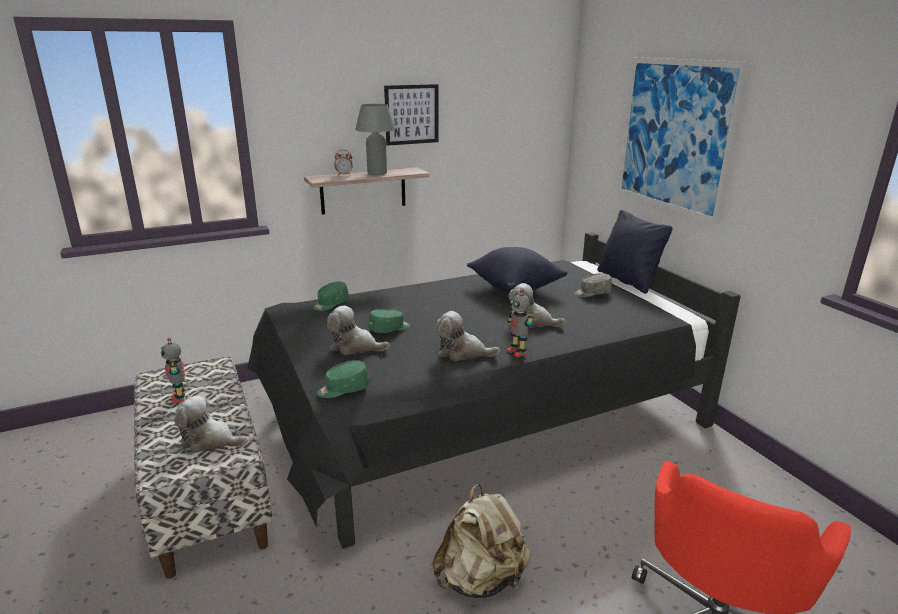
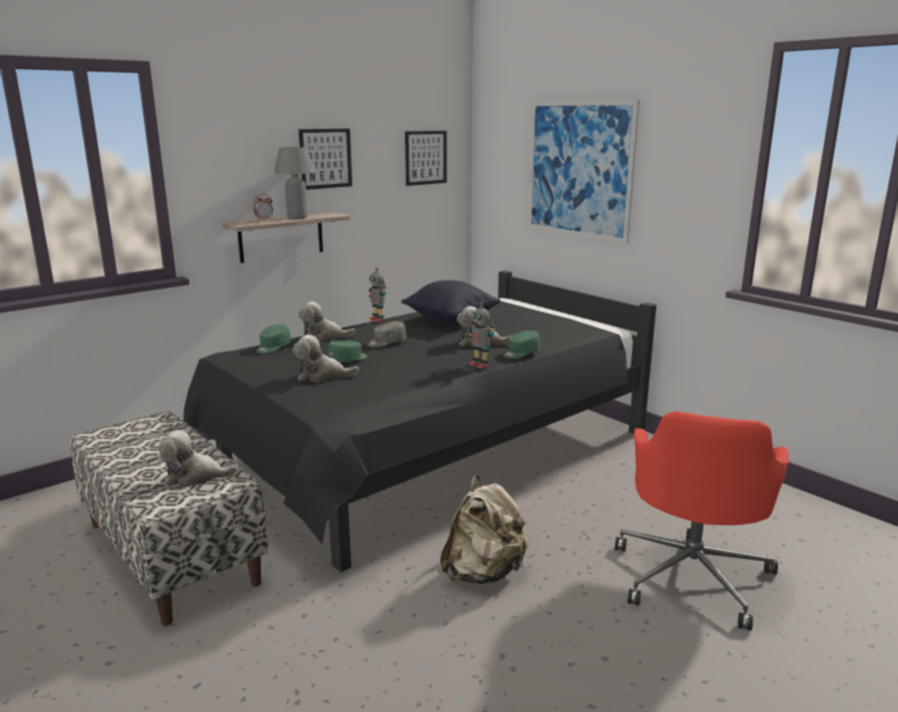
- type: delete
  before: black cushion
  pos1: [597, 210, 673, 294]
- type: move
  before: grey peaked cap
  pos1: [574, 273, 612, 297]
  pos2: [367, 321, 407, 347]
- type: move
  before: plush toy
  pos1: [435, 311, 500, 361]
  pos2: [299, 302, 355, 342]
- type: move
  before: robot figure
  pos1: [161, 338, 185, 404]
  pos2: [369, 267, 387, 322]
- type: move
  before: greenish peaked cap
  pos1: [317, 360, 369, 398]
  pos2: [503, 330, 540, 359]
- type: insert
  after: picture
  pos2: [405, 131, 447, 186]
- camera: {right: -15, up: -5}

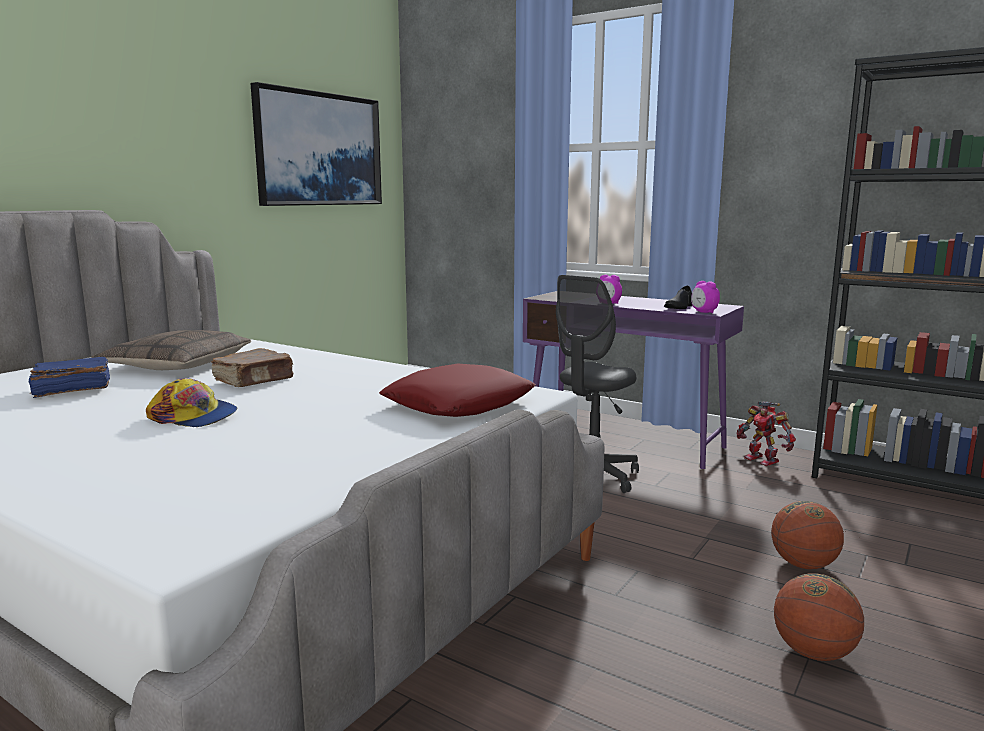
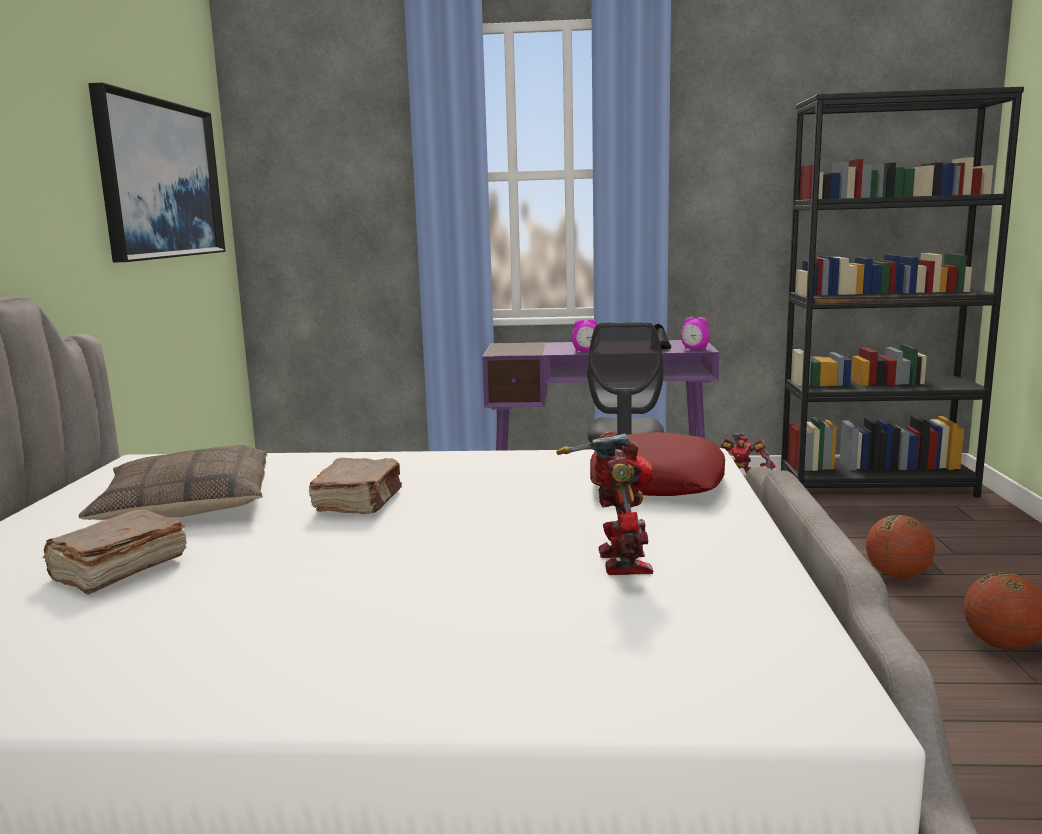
- type: recolor
  before: blue-coloured volume
  after: brown-coloured volume
  pos1: [29, 357, 110, 398]
  pos2: [43, 509, 187, 595]
- type: delete
  before: peaked cap
  pos1: [146, 378, 238, 427]
- type: insert
  after: robot figure
  pos2: [556, 431, 653, 575]
- camera: {right: -30, up: 0}

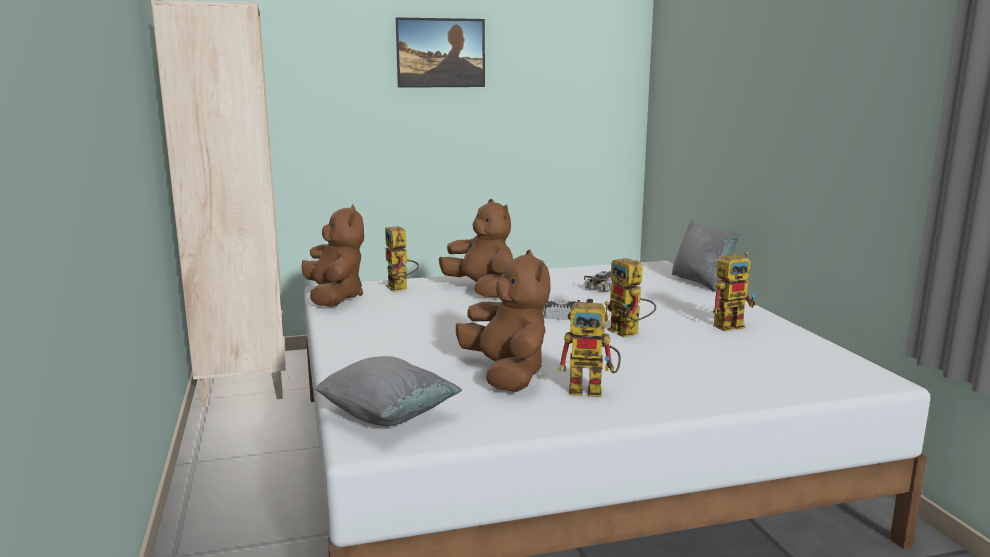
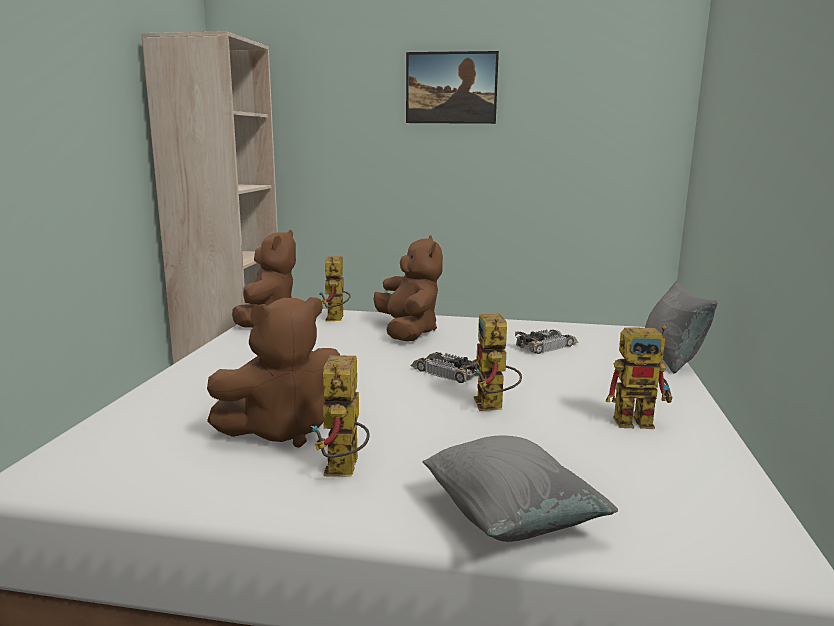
- type: rotate
  before: brown-coloured plush toy
  pos1: [456, 250, 551, 392]
  pos2: [207, 297, 340, 448]
  turn: 60
- type: rotate
  before: robot figure
  pos1: [558, 301, 621, 397]
  pos2: [311, 355, 370, 476]
  turn: 60
- type: move
  before: grey cushion
  pos1: [313, 356, 462, 426]
  pos2: [422, 435, 618, 542]
- camera: {right: 25, up: 0}

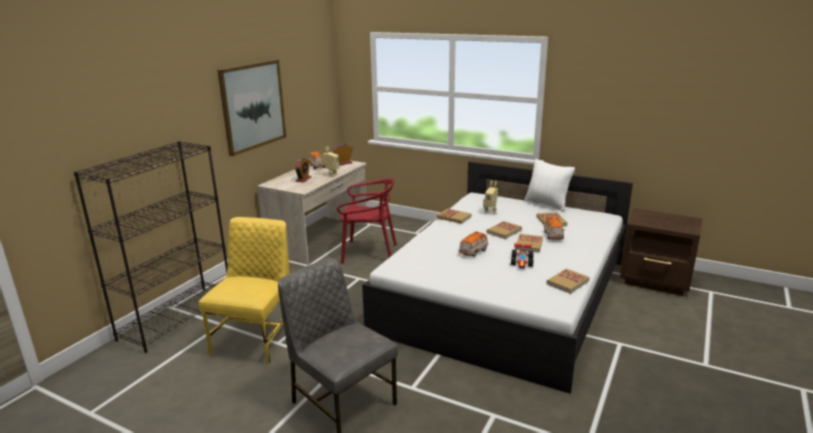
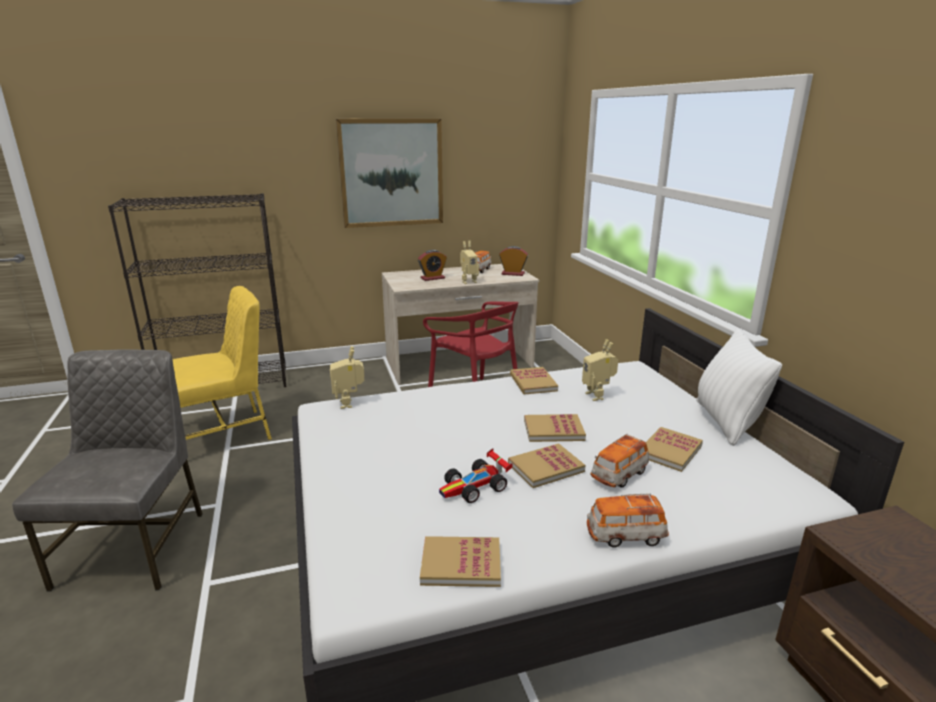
- type: move
  before: toy car
  pos1: [459, 231, 488, 257]
  pos2: [587, 493, 669, 548]
- type: insert
  after: robot figure
  pos2: [330, 346, 364, 409]
- camera: {right: 45, up: 0}

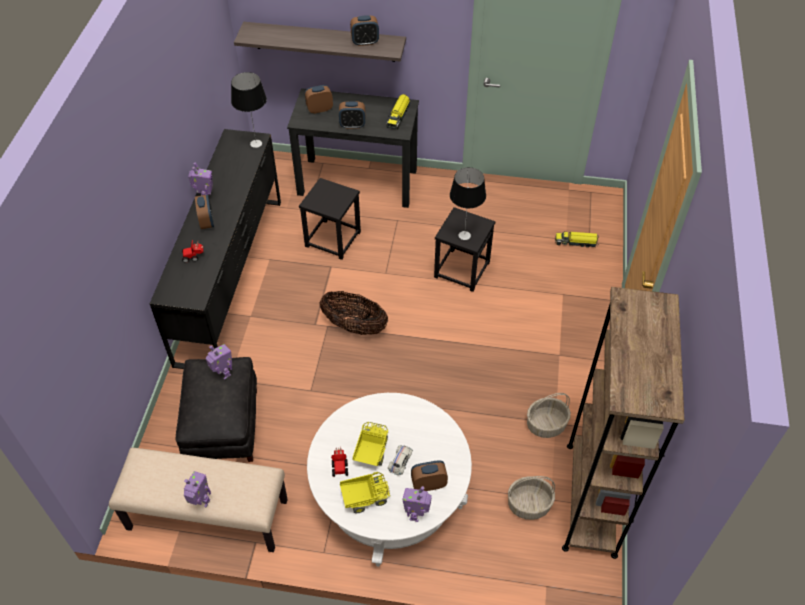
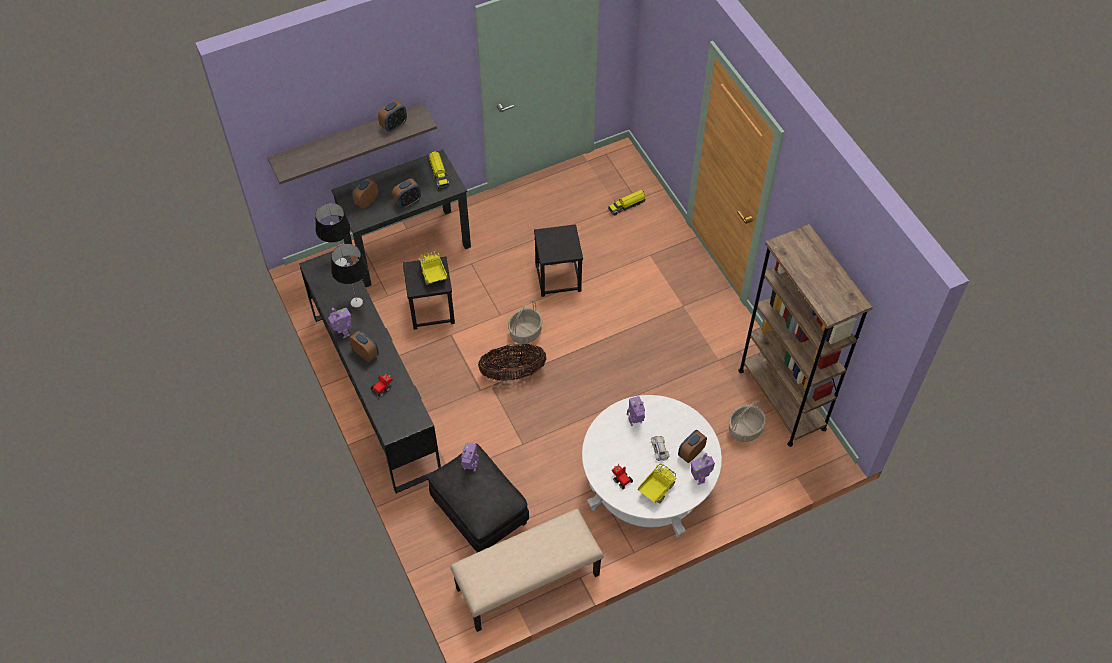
- type: move
  before: table lamp
  pos1: [450, 167, 486, 240]
  pos2: [331, 244, 367, 307]
- type: move
  before: household basket
  pos1: [527, 393, 571, 438]
  pos2: [508, 300, 543, 344]
- type: move
  before: model truck
  pos1: [353, 422, 388, 466]
  pos2: [419, 251, 447, 285]
- type: move
  before: robot figure
  pos1: [184, 471, 211, 507]
  pos2: [627, 396, 645, 426]
- camera: {right: -35, up: 5}

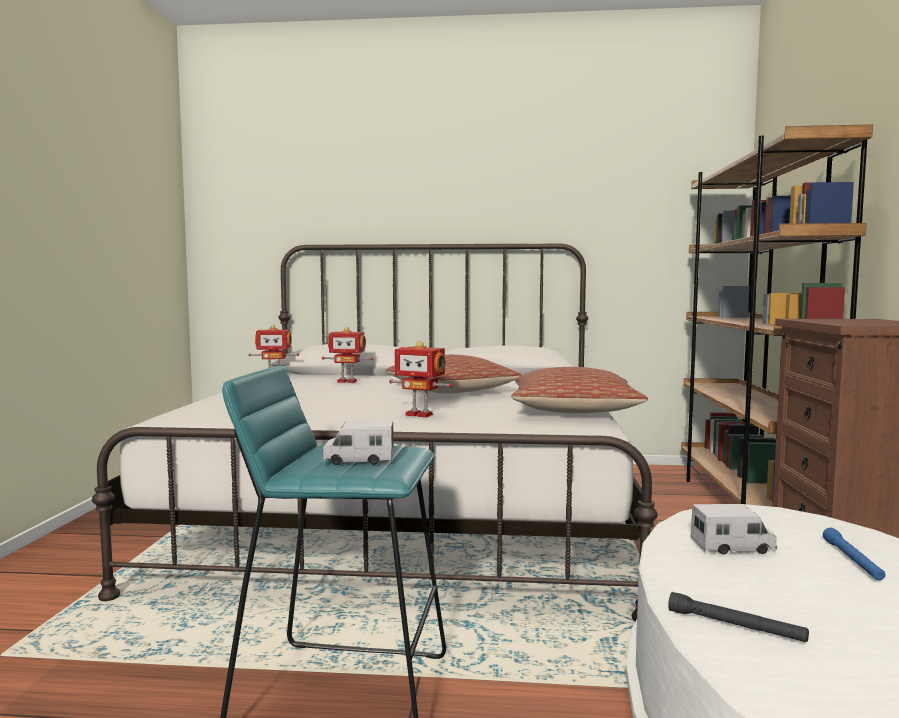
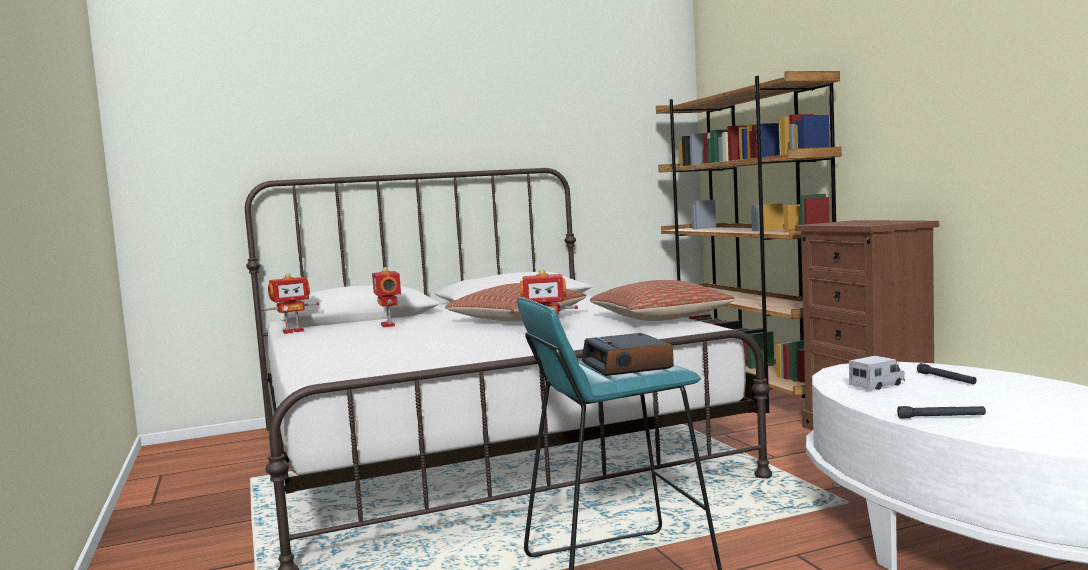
- type: rotate
  before: robot figure
  pos1: [322, 327, 373, 383]
  pos2: [372, 267, 401, 327]
  turn: 90
- type: replace
  before: model truck
  after: table clock
  pos1: [322, 421, 394, 465]
  pos2: [582, 333, 674, 376]
- type: recolor
  before: blue-coloured flashlight
  after: black flashlight
  pos1: [823, 528, 886, 580]
  pos2: [917, 363, 977, 384]
- camera: {right: -25, up: 0}

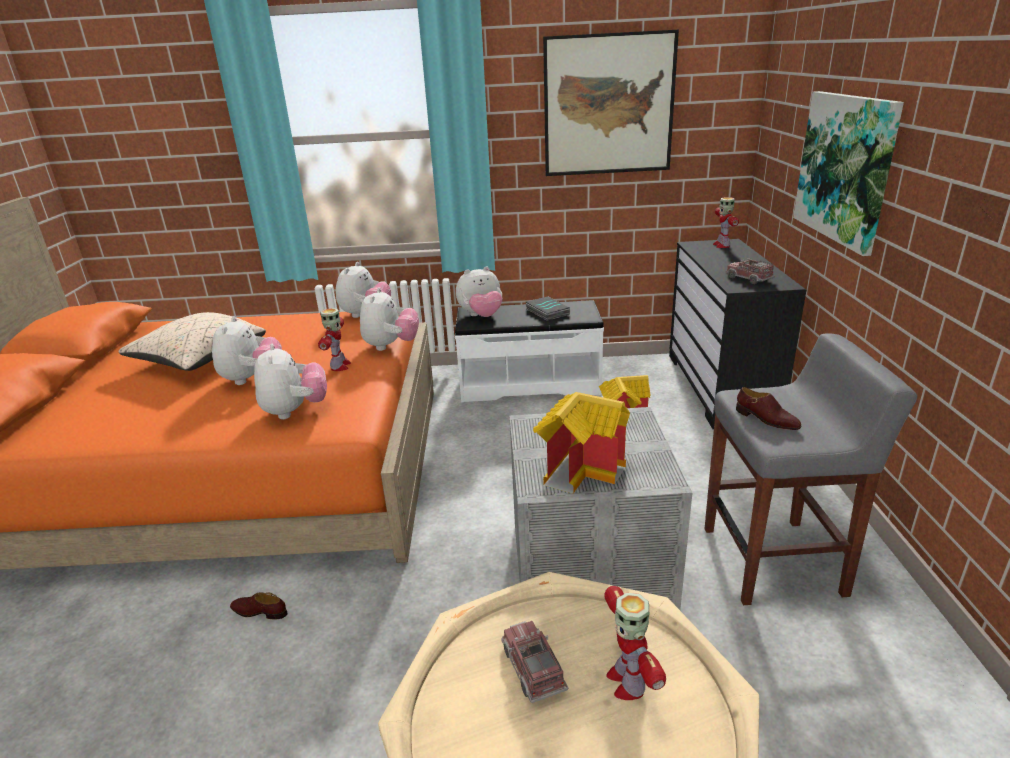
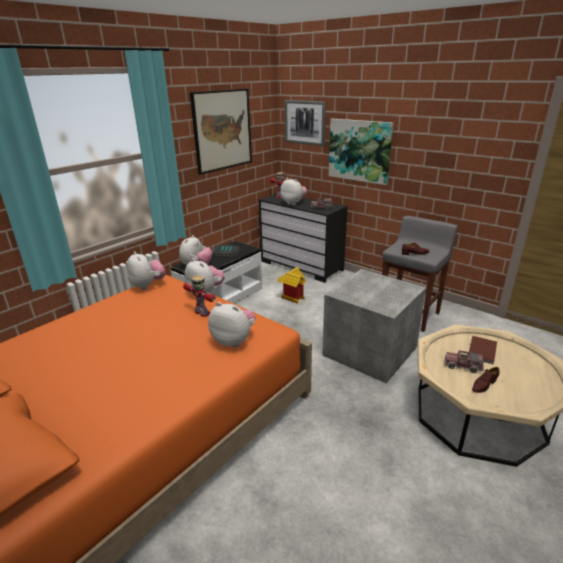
- type: delete
  before: beige cushion
  pos1: [119, 312, 266, 371]
- type: move
  before: plush toy
  pos1: [212, 316, 282, 385]
  pos2: [280, 178, 307, 205]
- type: delete
  before: toy house
  pos1: [533, 392, 630, 494]
- type: replace
  before: robot figure
  after: brown-coloured volume
  pos1: [604, 586, 666, 700]
  pos2: [469, 336, 497, 365]
- type: move
  before: brown-coloured low shoe
  pos1: [230, 592, 287, 619]
  pos2: [472, 367, 499, 393]
- type: insert
  after: picture
  pos2: [284, 100, 326, 146]
- camera: {right: -50, up: 0}

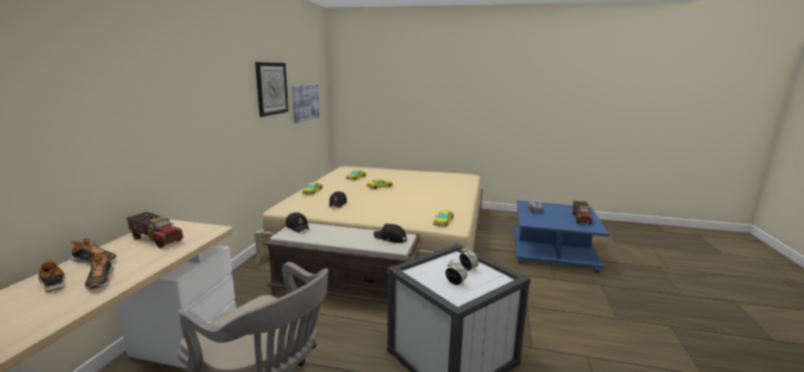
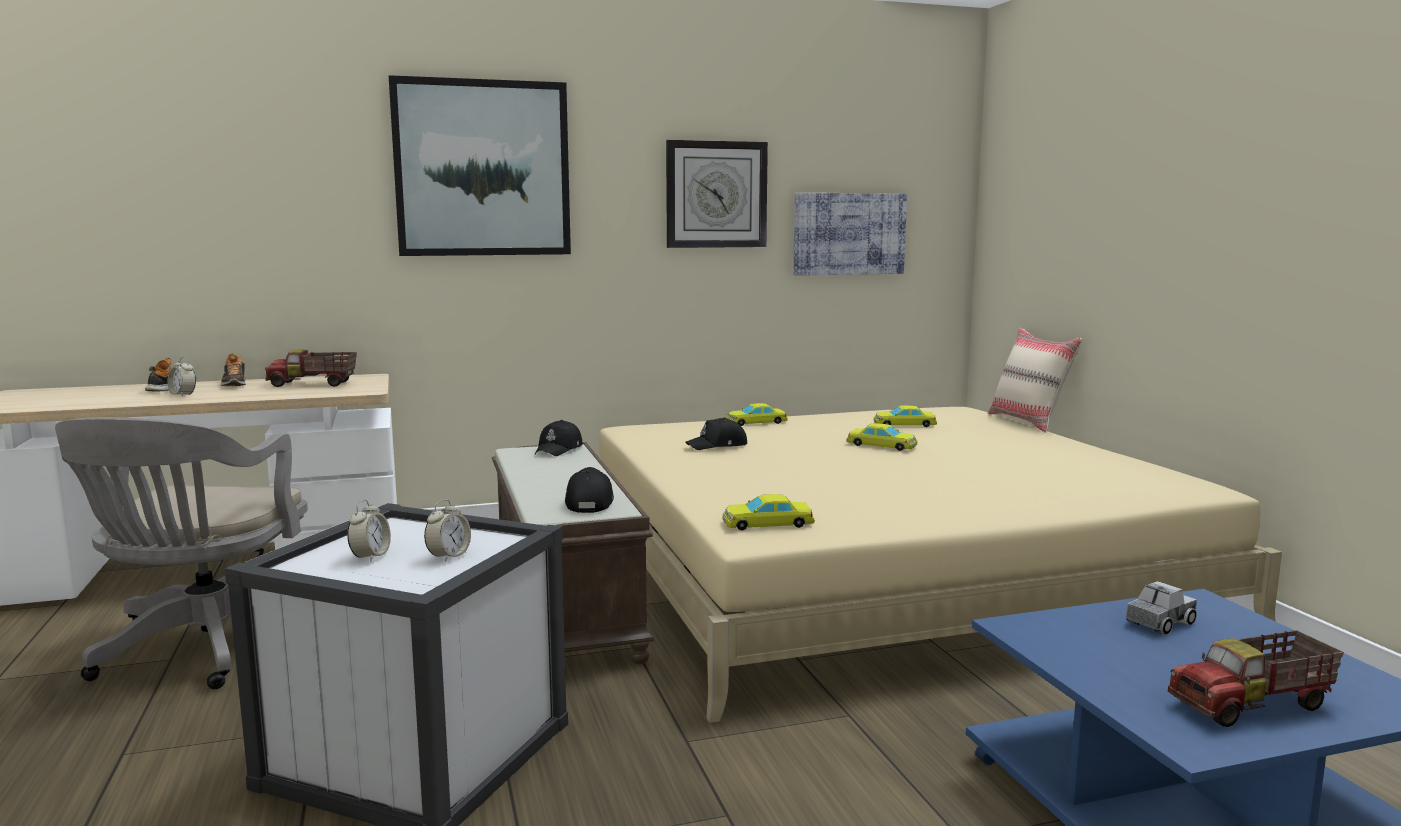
- type: rotate
  before: model truck
  pos1: [126, 212, 184, 248]
  pos2: [265, 349, 357, 387]
  turn: 90
- type: replace
  before: low shoe
  after: table clock
  pos1: [85, 252, 114, 289]
  pos2: [167, 357, 196, 397]
- type: insert
  after: picture
  pos2: [389, 75, 571, 256]
- type: insert
  after: beige cushion
  pos2: [988, 328, 1083, 433]
- camera: {right: 60, up: -5}

